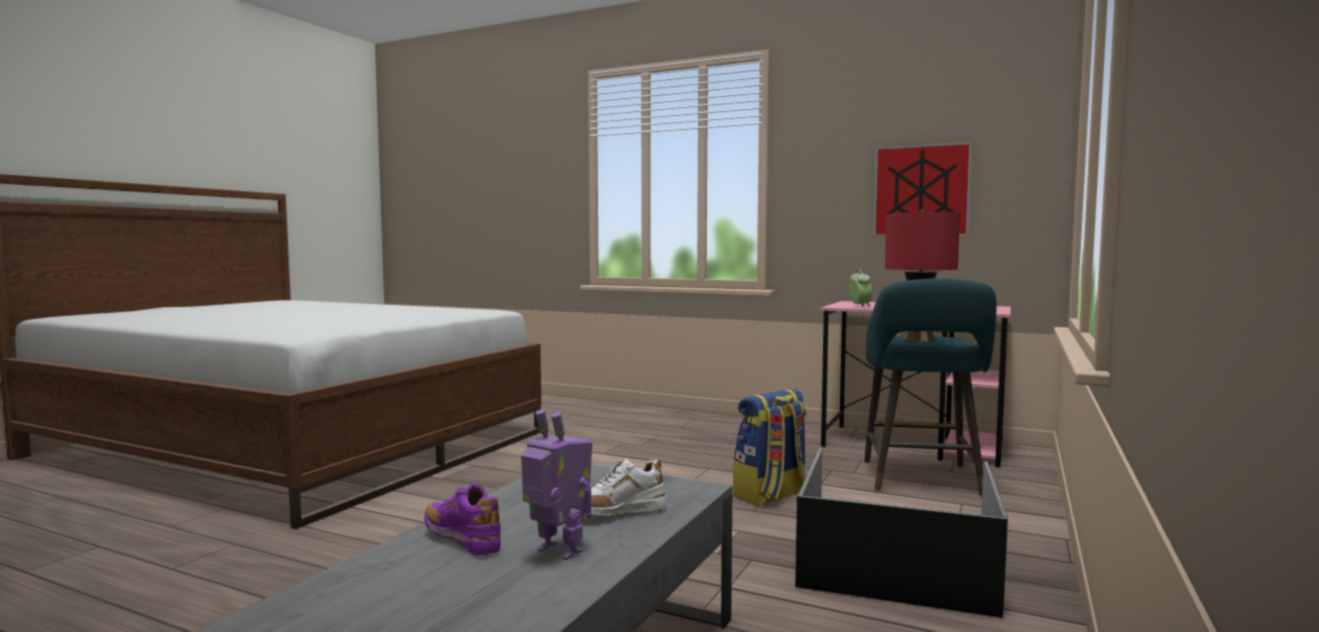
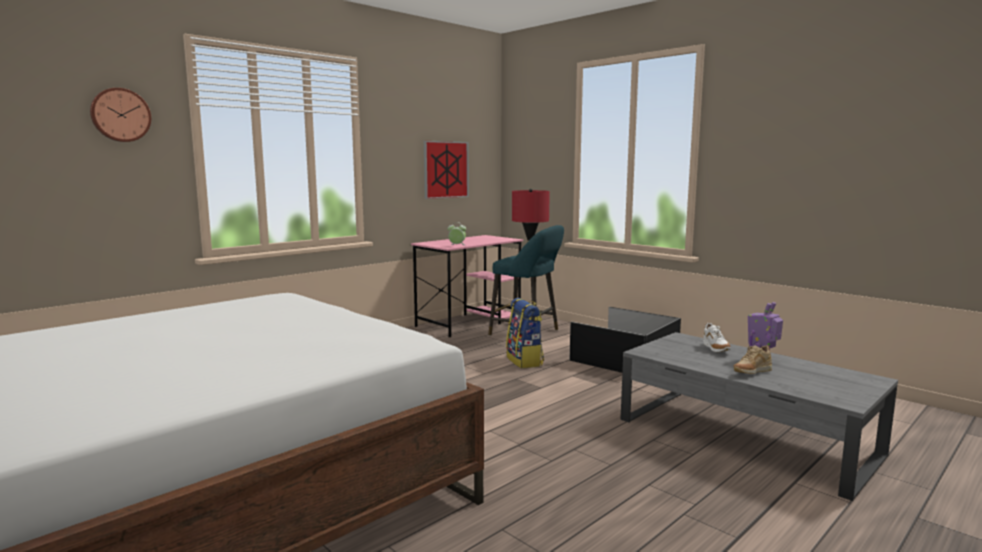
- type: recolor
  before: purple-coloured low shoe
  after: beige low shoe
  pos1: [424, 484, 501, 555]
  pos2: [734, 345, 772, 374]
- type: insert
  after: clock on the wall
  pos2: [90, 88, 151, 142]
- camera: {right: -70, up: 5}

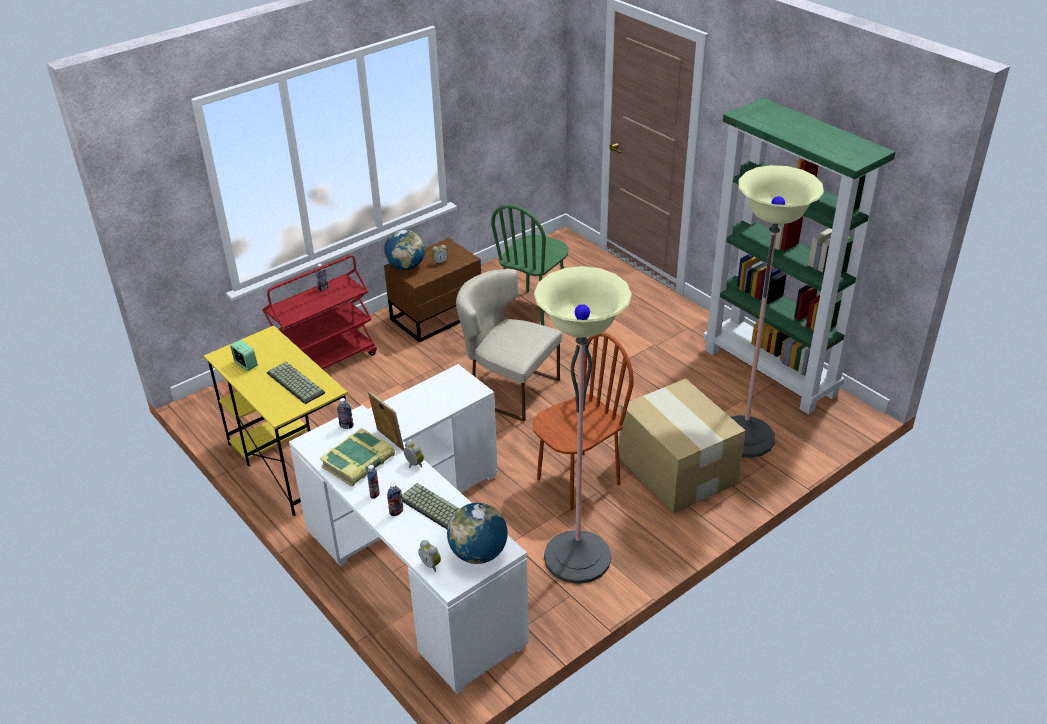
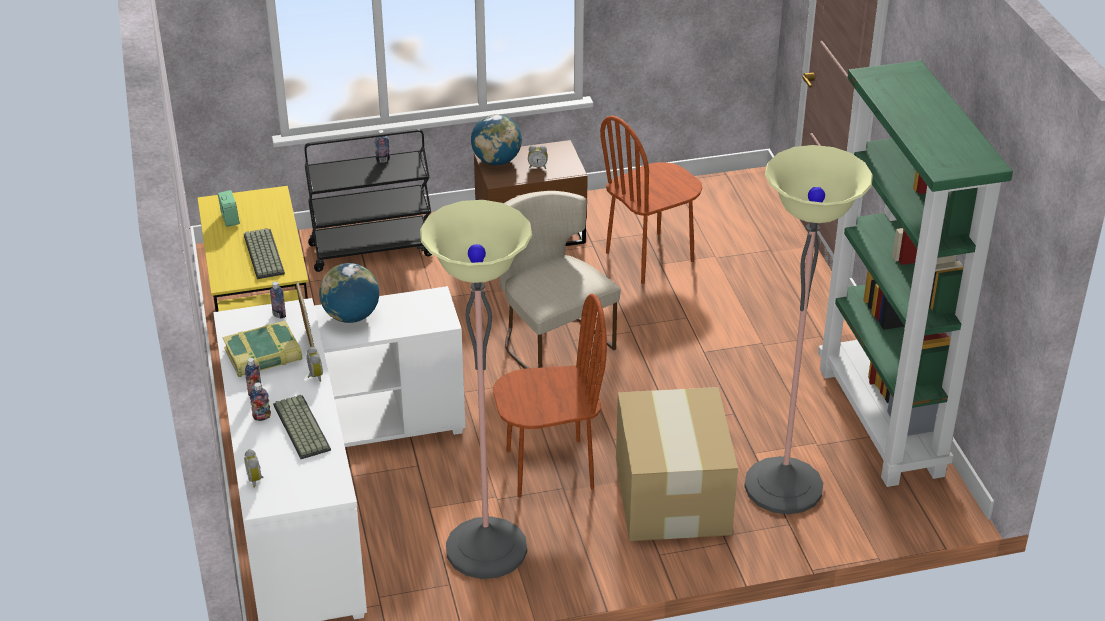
- type: recolor
  before: greenish upright chair
  after: brown-coloured upright chair
  pos1: [491, 204, 569, 325]
  pos2: [600, 116, 703, 284]
- type: recolor
  before: reddish wheeled cart
  after: black wheeled cart
  pos1: [262, 255, 377, 369]
  pos2: [304, 129, 432, 272]
- type: move
  before: world globe
  pos1: [447, 503, 508, 564]
  pos2: [319, 263, 379, 323]
- camera: {right: 25, up: 0}

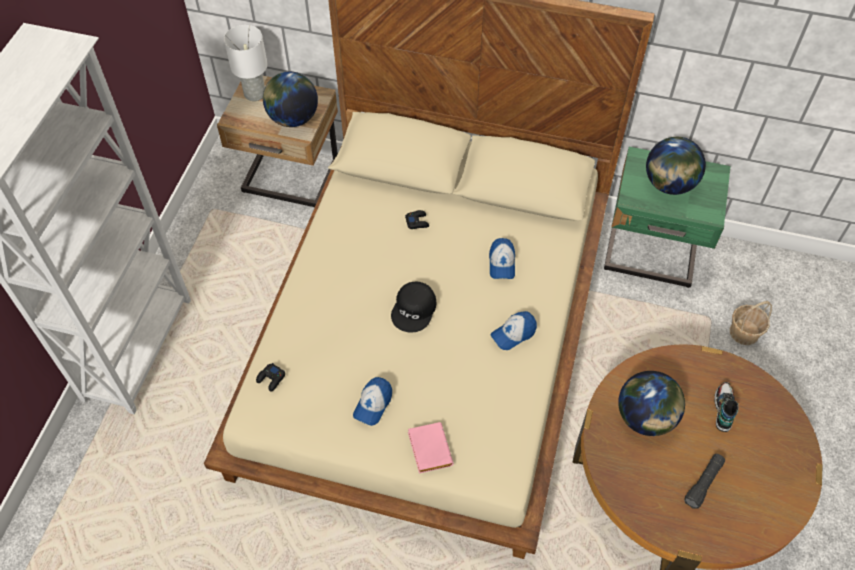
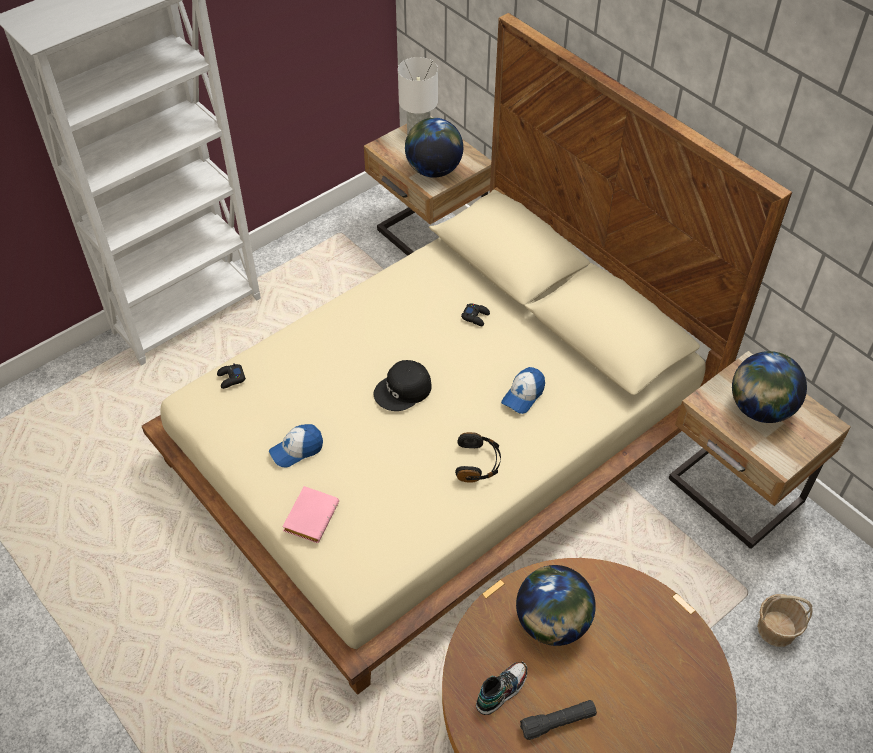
- type: recolor
  before: greenish night table
  after: beige night table
  pos1: [604, 147, 731, 288]
  pos2: [668, 351, 851, 549]
- type: replace
  before: peaked cap
  after: black headset
  pos1: [491, 311, 537, 350]
  pos2: [455, 432, 501, 483]
- type: move
  before: low shoe
  pos1: [714, 382, 739, 432]
  pos2: [476, 662, 527, 715]
- camera: {right: 35, up: -5}

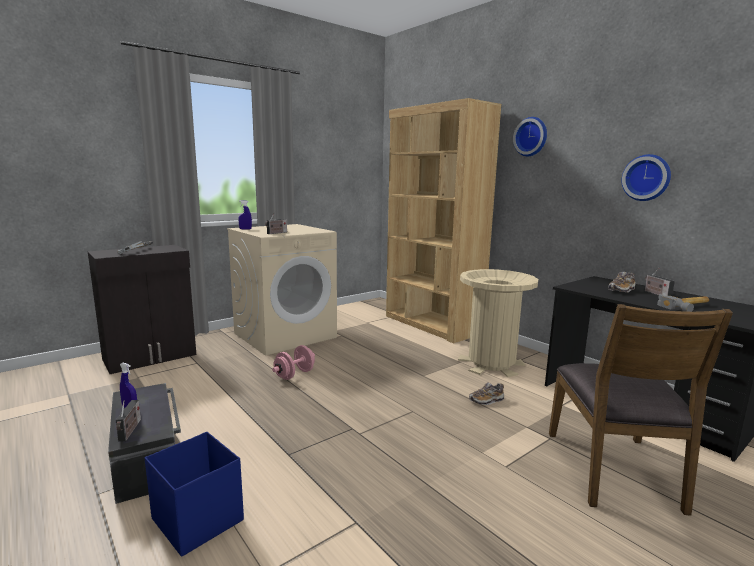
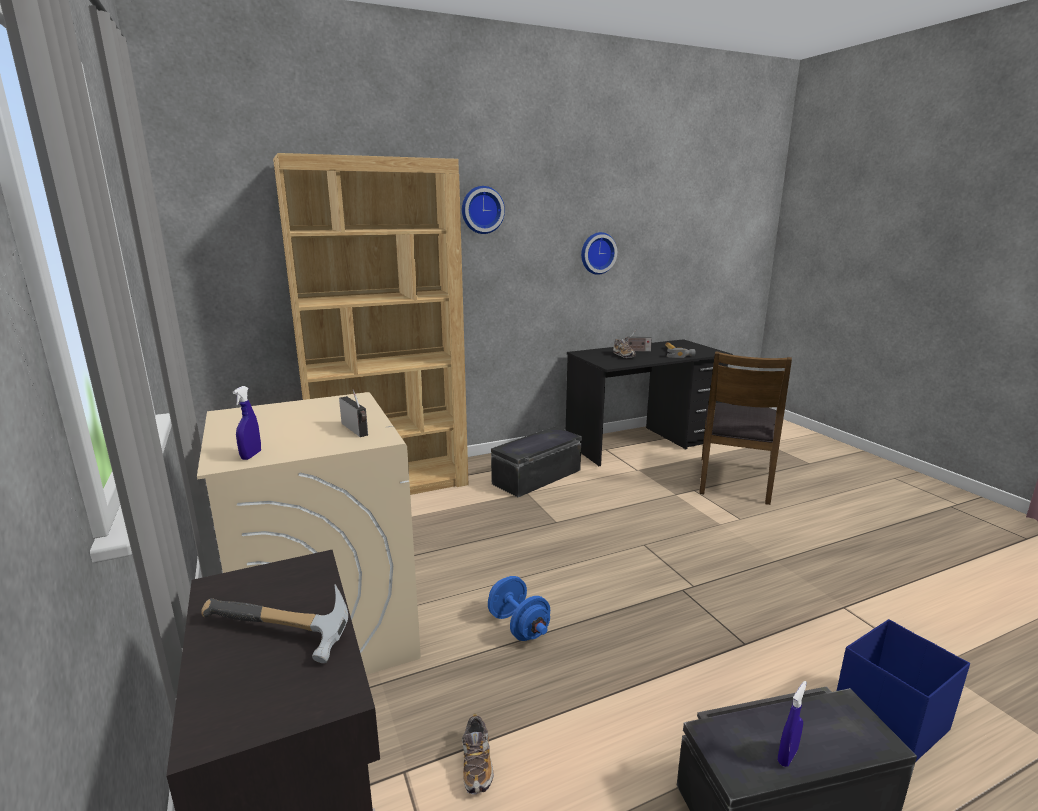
- type: replace
  before: beige trash can
  after: black storage container
  pos1: [458, 269, 538, 377]
  pos2: [491, 427, 582, 497]
- type: rotate
  before: brown-coloured upright chair
  pos1: [549, 304, 733, 516]
  pos2: [699, 351, 792, 505]
  turn: 90
- type: recolor
  before: pink hand weight
  after: blue-coloured hand weight
  pos1: [272, 345, 315, 380]
  pos2: [488, 576, 550, 641]
- type: move
  before: low shoe
  pos1: [469, 382, 504, 405]
  pos2: [462, 713, 494, 795]
- type: delete
  before: radio
  pos1: [116, 400, 141, 442]
- camera: {right: -75, up: 5}

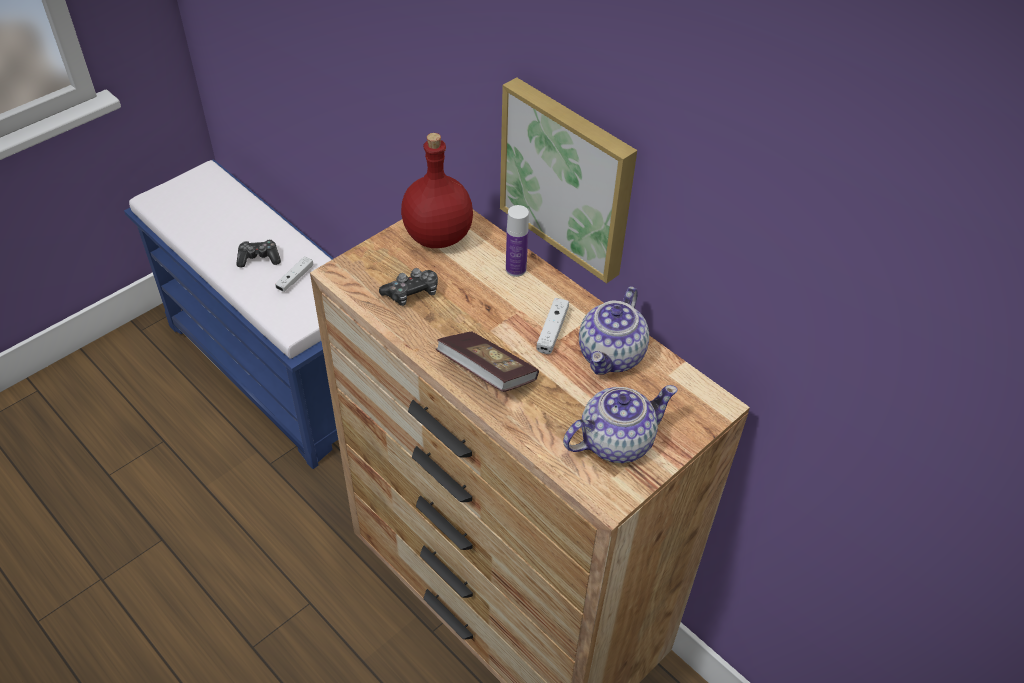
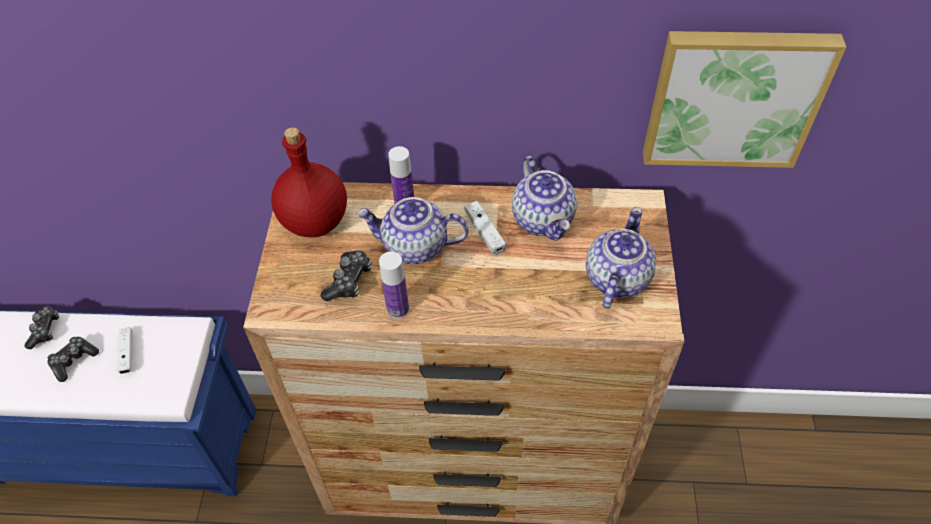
- type: move
  before: picture
  pos1: [500, 77, 637, 283]
  pos2: [643, 31, 846, 168]
- type: delete
  before: volume
  pos1: [436, 332, 539, 392]
- type: insert
  after: pot for tea
  pos2: [357, 197, 468, 264]
- type: insert
  after: bottle
  pos2: [379, 252, 409, 318]
- type: insert
  after: joypad
  pos2: [25, 306, 59, 349]
- camera: {right: -40, up: 5}

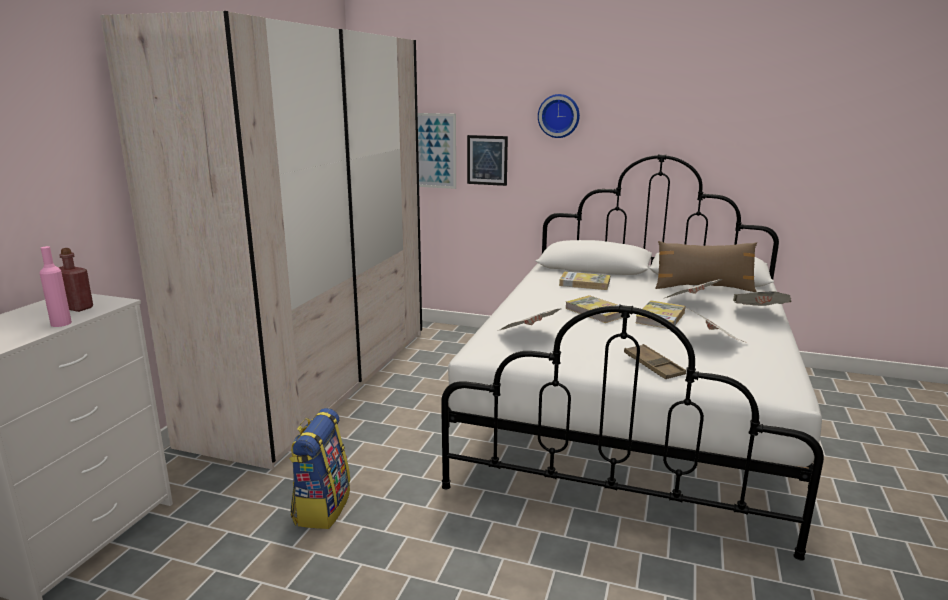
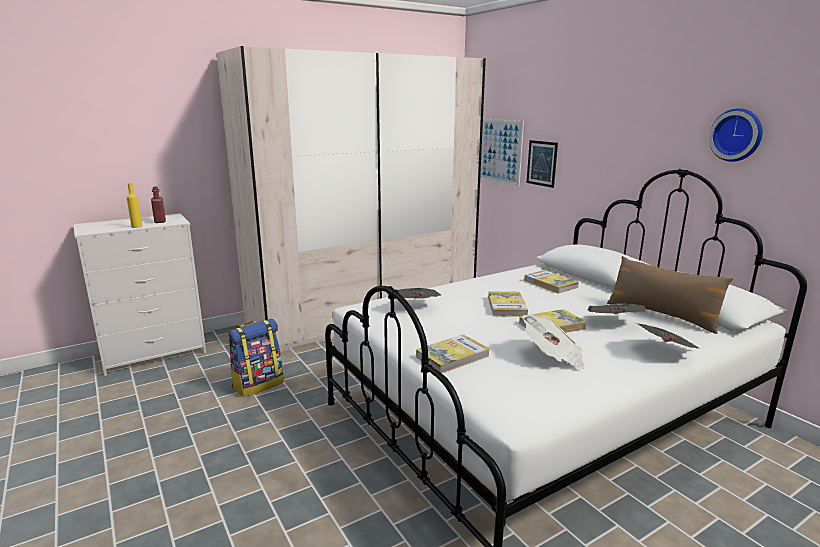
- type: move
  before: clock on the wall
  pos1: [538, 94, 580, 138]
  pos2: [709, 108, 763, 162]
- type: recolor
  before: pink bottle
  after: yellow bottle
  pos1: [40, 246, 72, 327]
  pos2: [126, 183, 143, 228]
- type: replace
  before: brown-coloured carrying tray
  after: volume
  pos1: [624, 344, 686, 379]
  pos2: [416, 334, 490, 373]
- camera: {right: 40, up: 0}

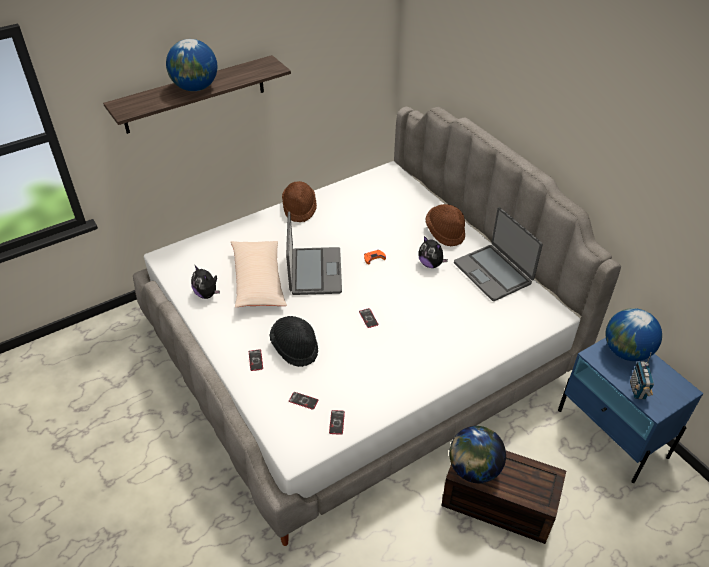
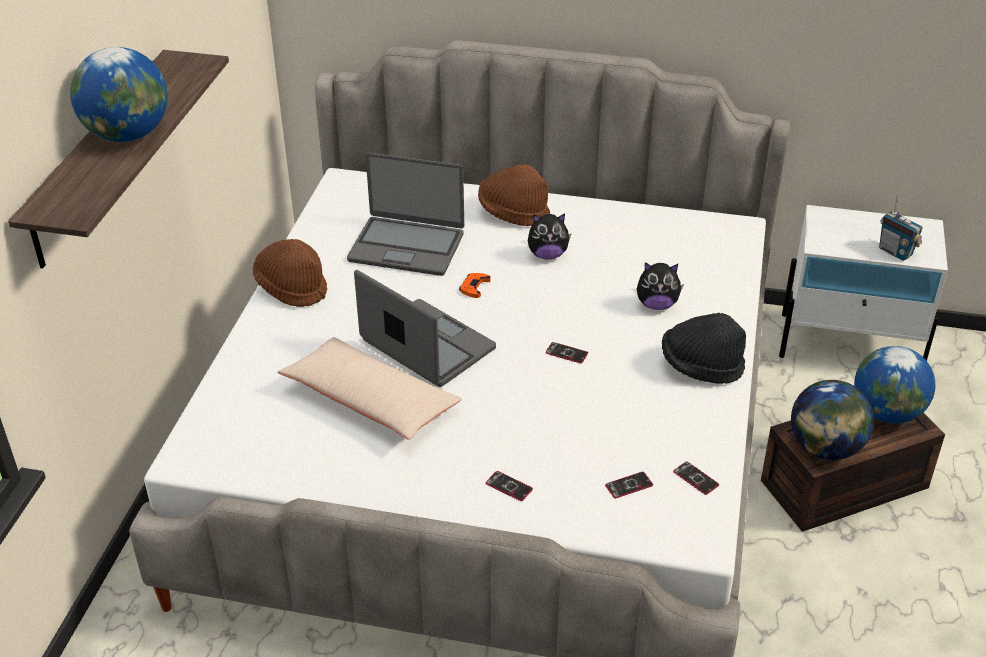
- type: move
  before: notebook computer
  pos1: [454, 207, 543, 301]
  pos2: [347, 152, 464, 276]
- type: move
  before: plush toy
  pos1: [191, 265, 220, 299]
  pos2: [637, 262, 684, 310]
- type: move
  before: world globe
  pos1: [605, 308, 662, 361]
  pos2: [854, 346, 935, 423]
- type: move
  before: black hat
  pos1: [270, 316, 318, 367]
  pos2: [662, 313, 746, 384]
- type: recolor
  before: blue-coloured night table
  after: white-coloured night table
  pos1: [558, 338, 703, 483]
  pos2: [779, 205, 948, 361]
- camera: {right: -45, up: -5}

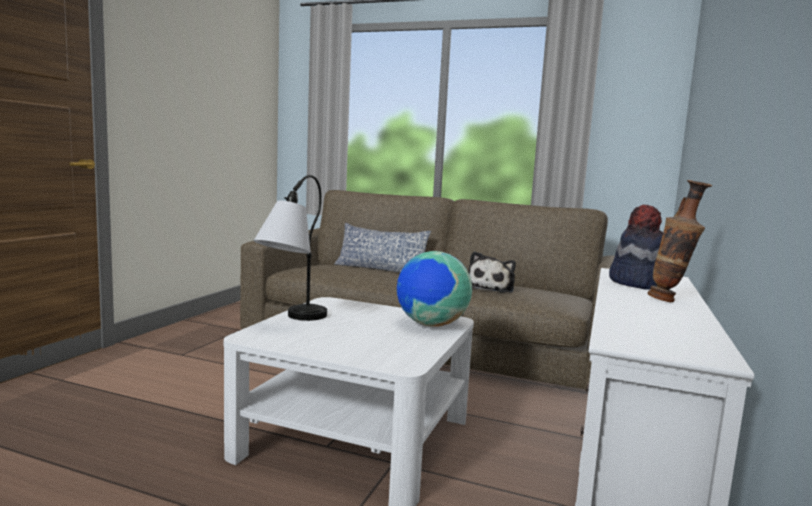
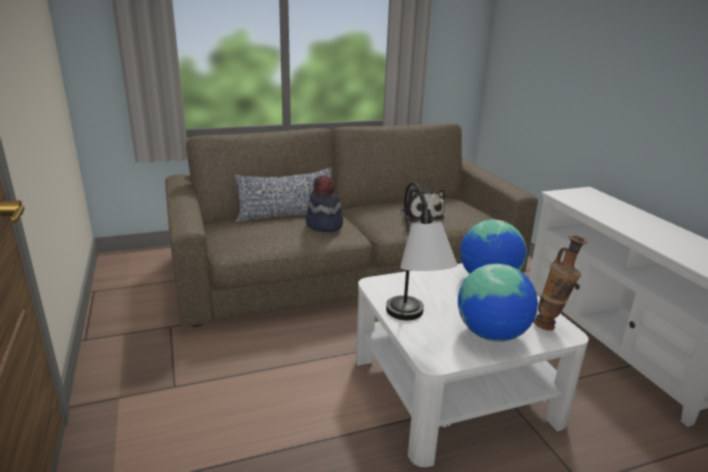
- type: move
  before: flower vase
  pos1: [647, 180, 712, 302]
  pos2: [534, 235, 587, 331]
- type: move
  before: hat
  pos1: [609, 205, 663, 290]
  pos2: [306, 175, 343, 232]
- type: insert
  after: world globe
  pos2: [458, 264, 538, 342]
- camera: {right: -40, up: 15}

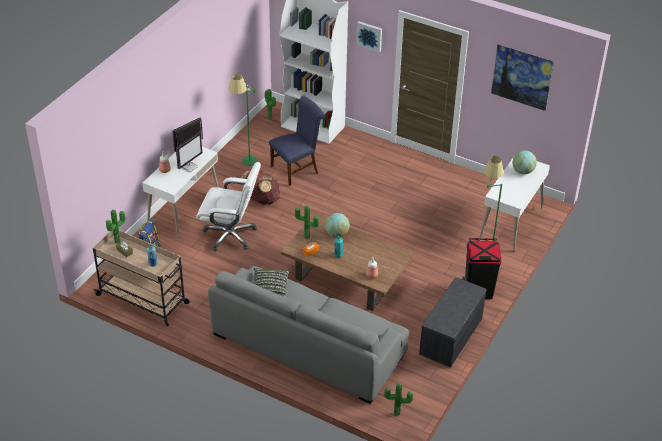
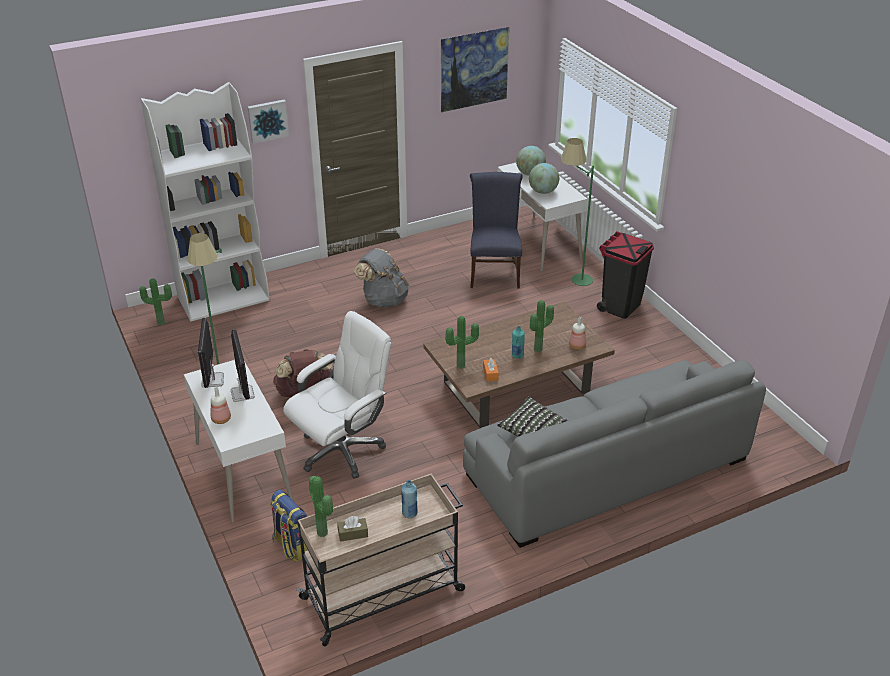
- type: move
  before: blue-coloured upright chair
  pos1: [269, 95, 325, 186]
  pos2: [470, 172, 523, 289]
- type: move
  before: world globe
  pos1: [325, 213, 350, 238]
  pos2: [529, 163, 559, 194]
- type: delete
  before: grey long seat
  pos1: [419, 277, 486, 367]
- type: move
  before: houseplant
  pos1: [384, 383, 413, 416]
  pos2: [530, 300, 554, 352]
- type: insert
  after: grey backpack
  pos2: [354, 248, 409, 307]
- camera: {right: -55, up: -5}

